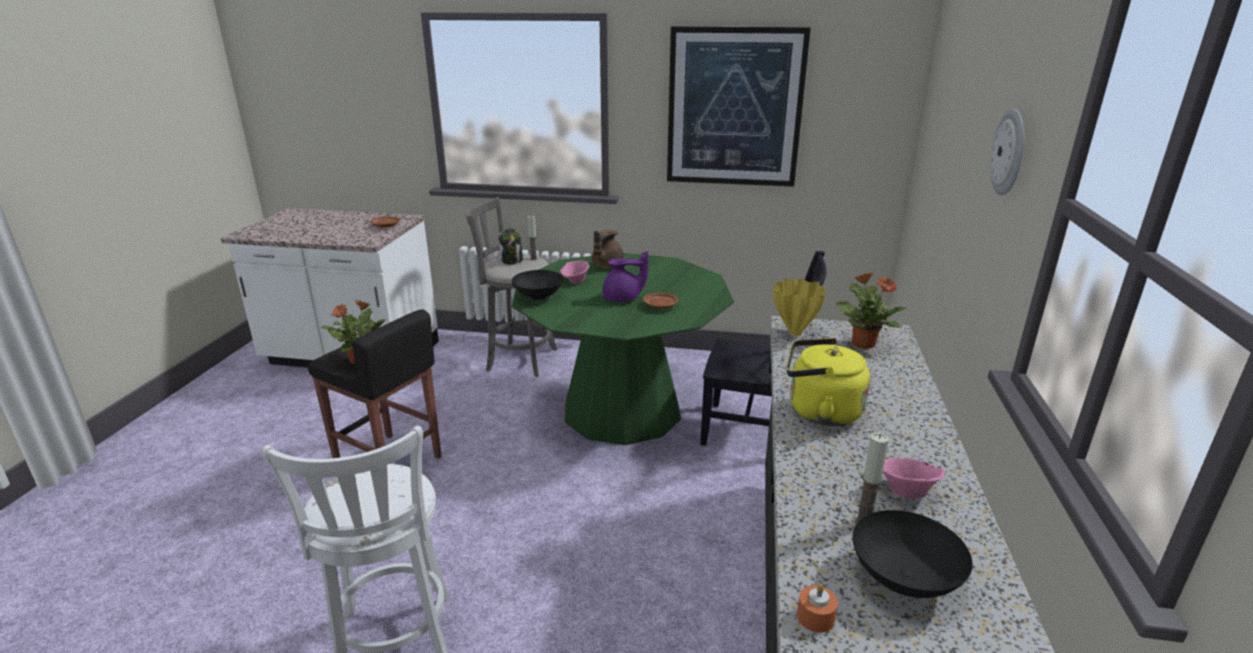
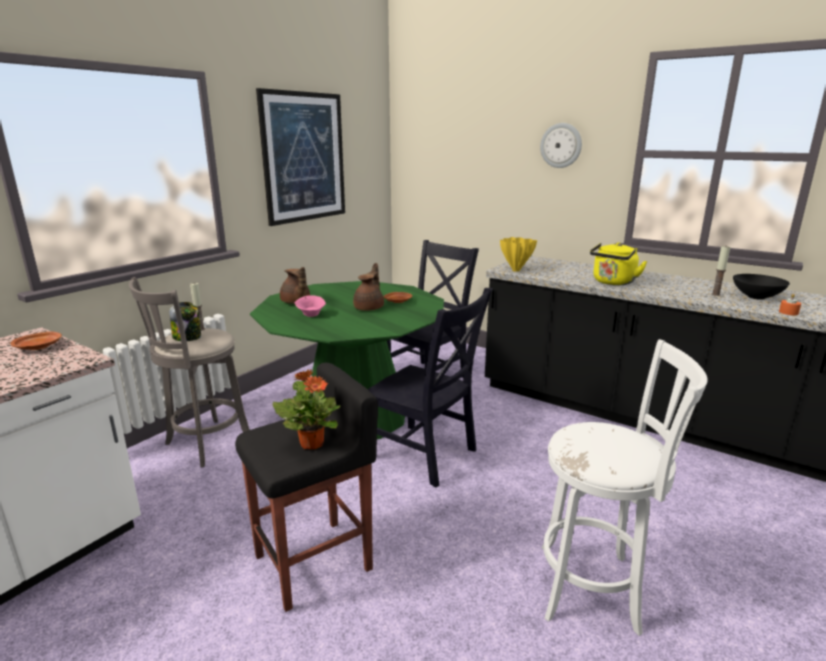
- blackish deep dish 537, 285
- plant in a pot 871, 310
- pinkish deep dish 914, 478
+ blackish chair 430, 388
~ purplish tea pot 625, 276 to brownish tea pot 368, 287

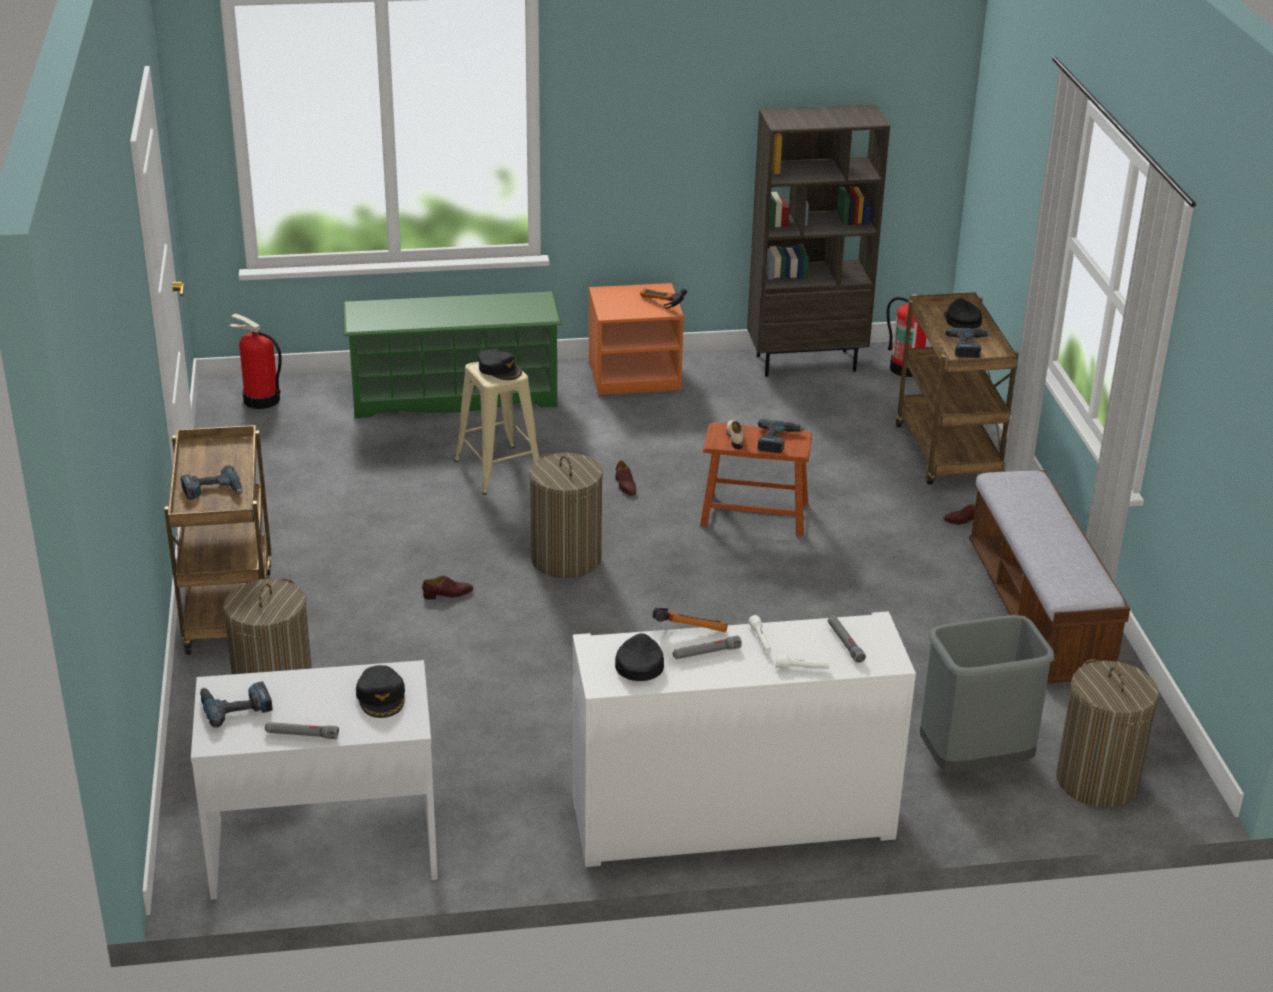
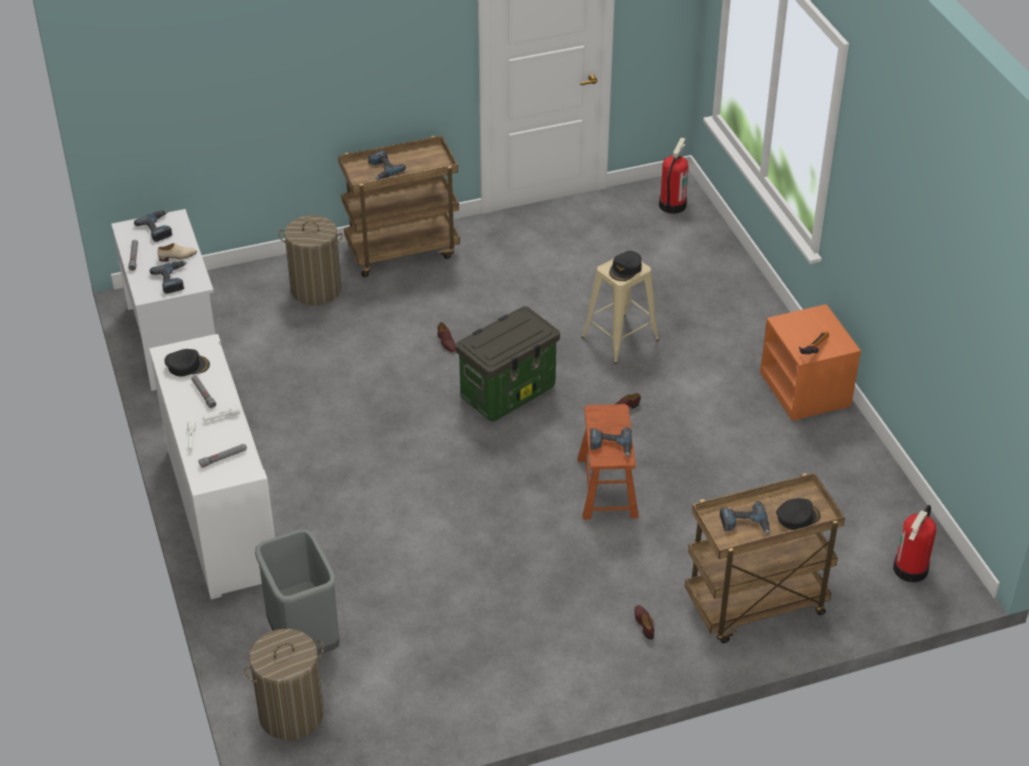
- green shoe rack 452, 355
- hand hammer 690, 620
- brownish bookshelf 818, 240
- bench 1049, 577
~ sand-coloured low shoe 735, 434 to 177, 252
~ blackish baseball cap 380, 691 to drill 168, 277
~ laundry basket 566, 515 to storage box 508, 363

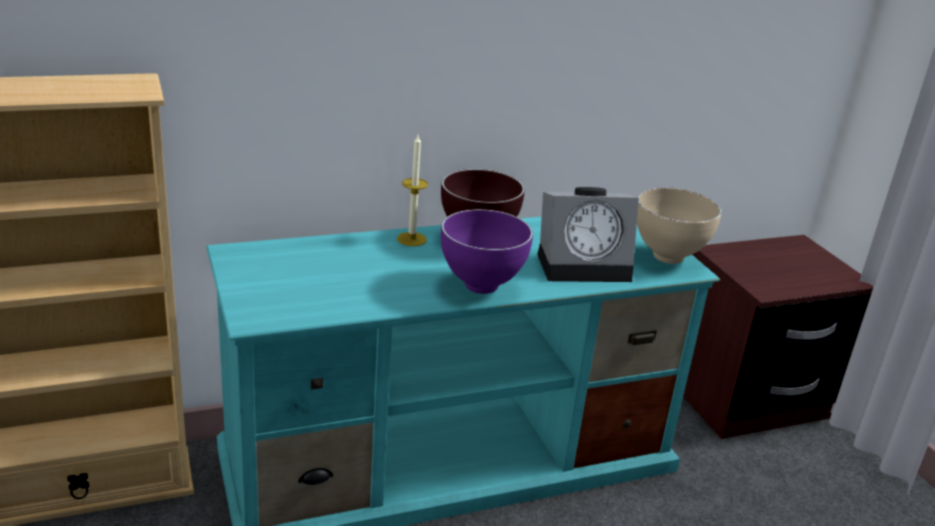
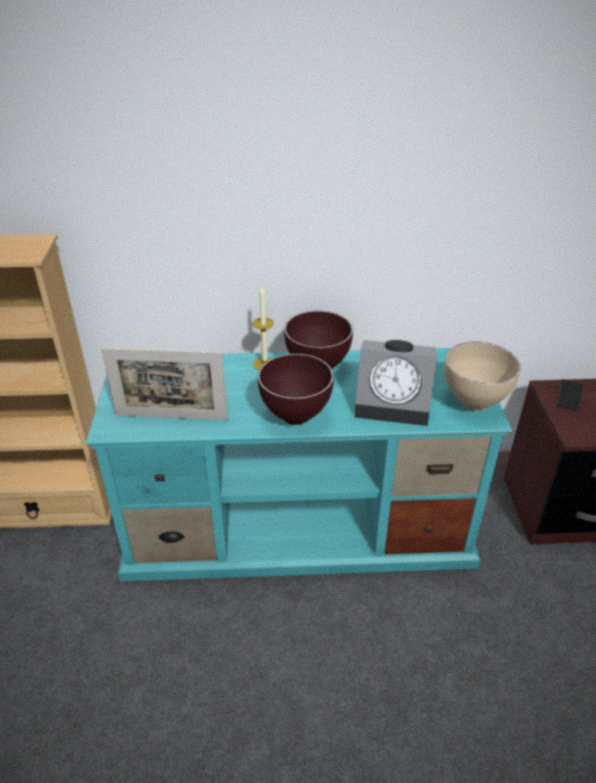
+ standing frame 164, 384
+ handset 569, 395
~ purplish deep dish 487, 251 to brownish deep dish 296, 389

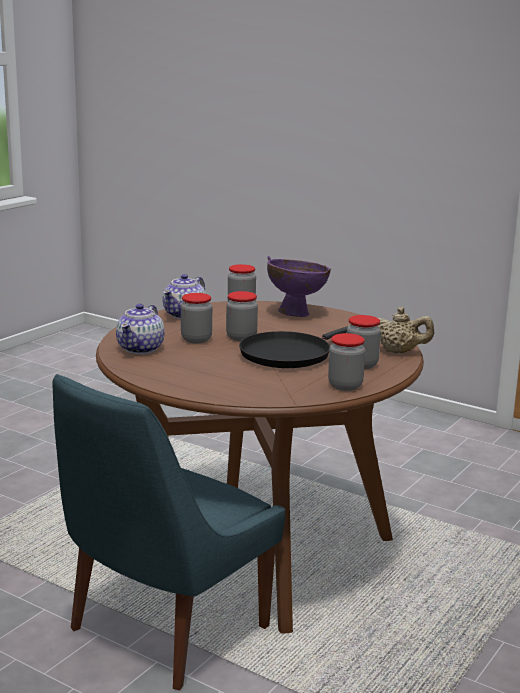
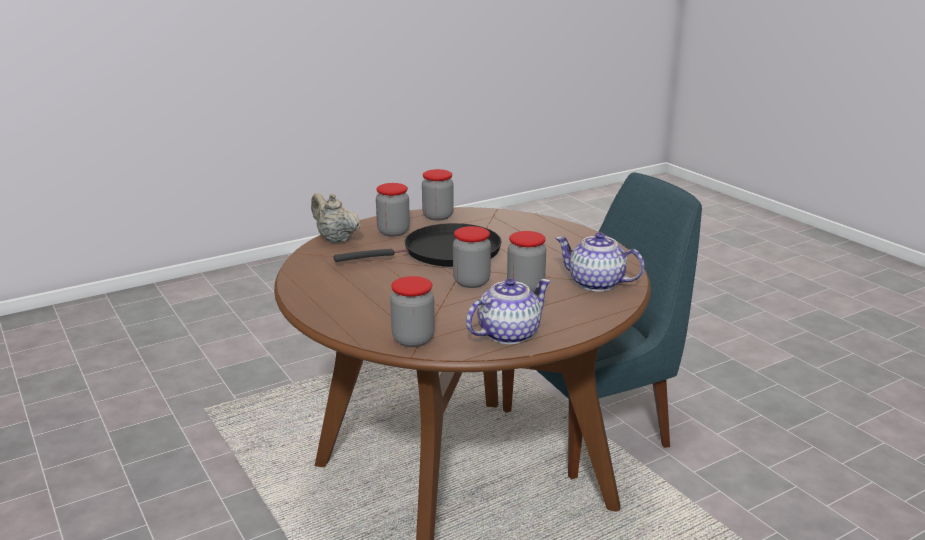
- purplish deep dish 299, 286
~ tea pot 140, 329 = 599, 262 105 degrees counterclockwise

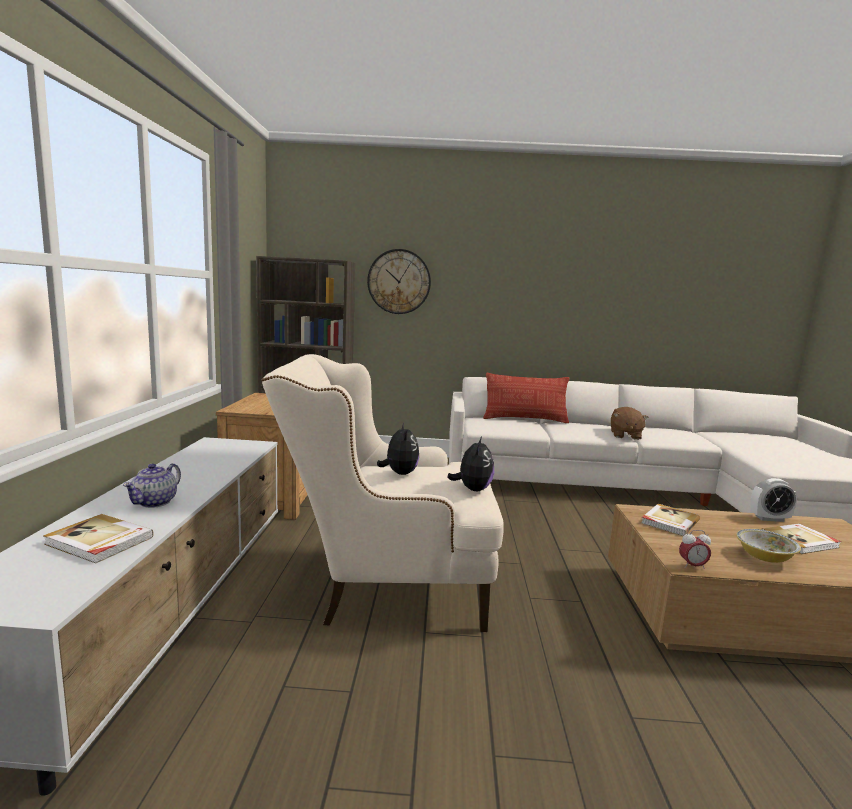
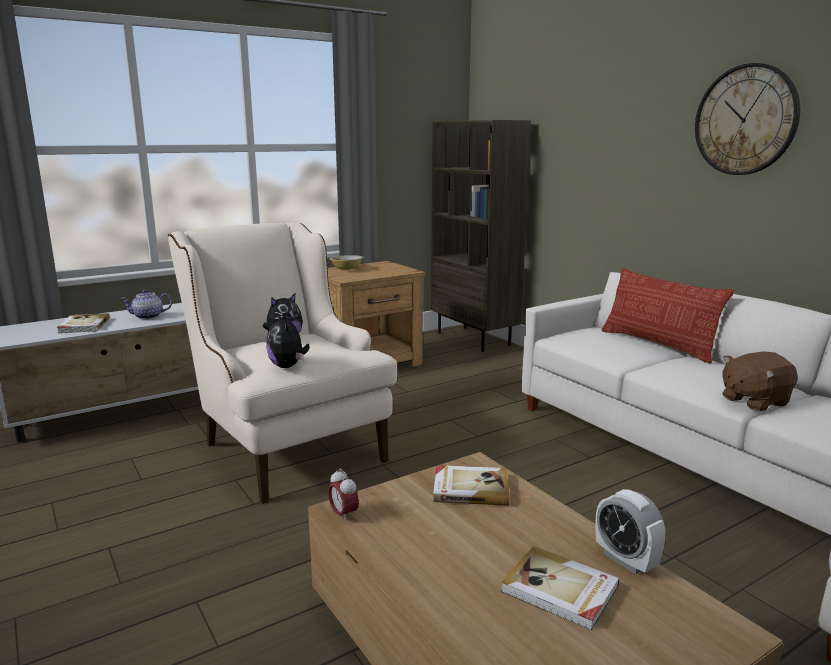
~ hanging clock 399, 281 to 747, 119
~ deep dish 768, 546 to 346, 262
~ soft toy 470, 464 = 288, 340 90 degrees clockwise

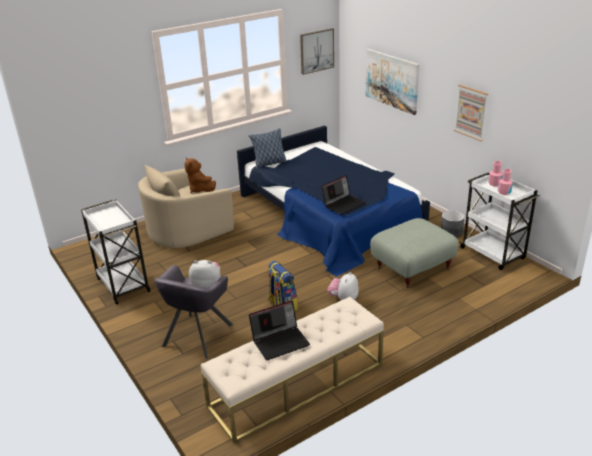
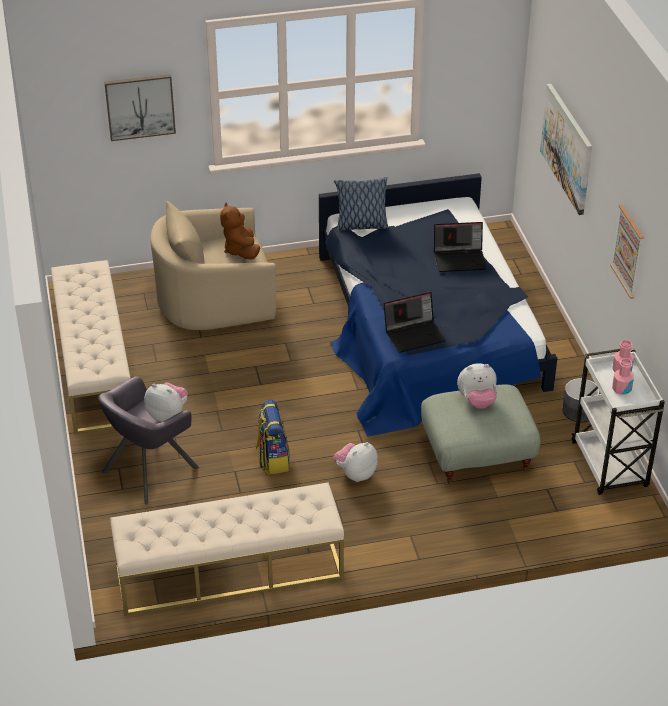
+ soft toy 477, 386
~ notebook computer 279, 330 to 460, 247
~ picture 317, 51 to 140, 107
~ whitish cart 115, 252 to sand-coloured bench 91, 347

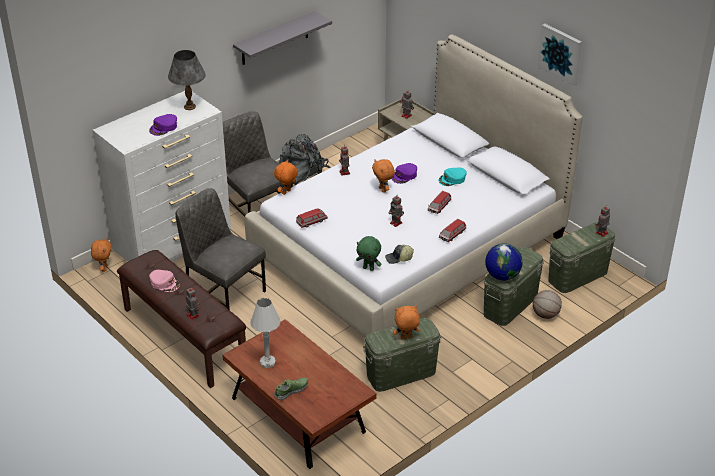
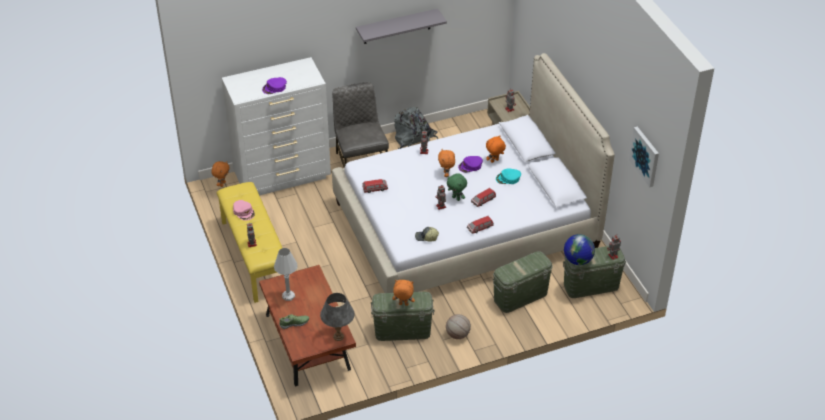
- greyish chair 220, 249
~ greyish tabletop lamp 187, 80 to 337, 317
~ orange-coloured soft toy 286, 177 to 496, 149
~ green soft toy 368, 253 to 457, 187
~ desk globe 504, 262 to 579, 249
~ basketball ball 547, 304 to 458, 326
~ picture 560, 55 to 644, 156
~ brownish bench 181, 319 to yellow bench 249, 242

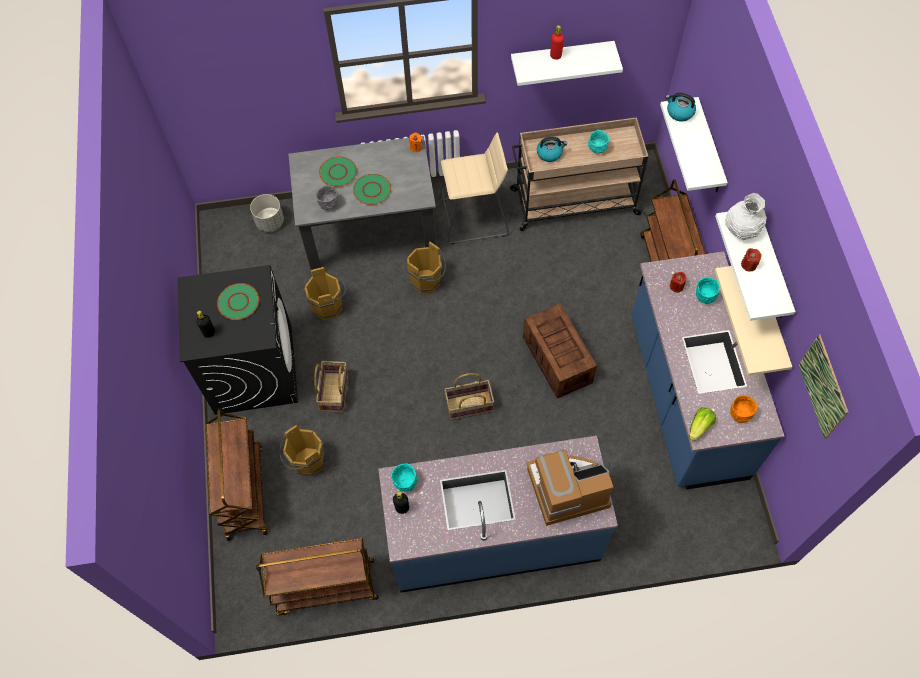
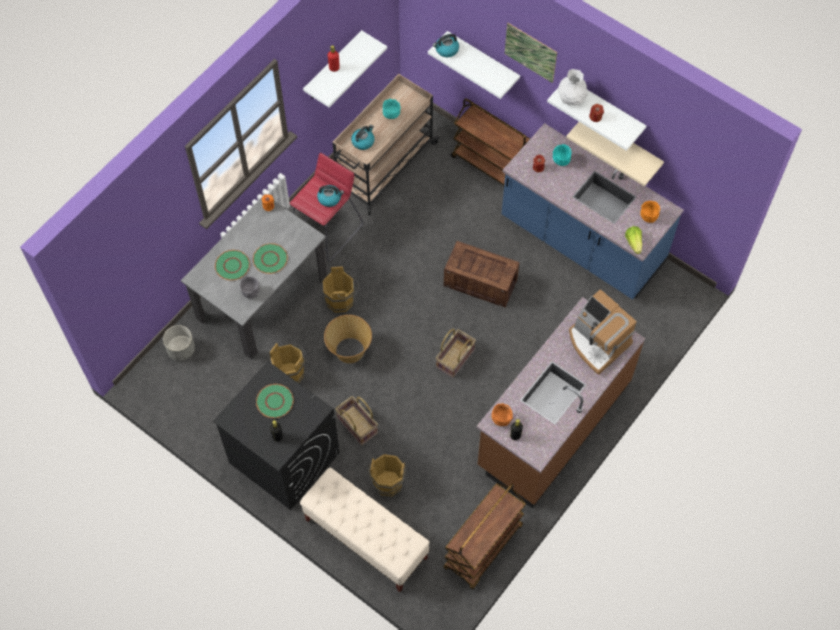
+ kettle 330, 196
+ storage basket 348, 339
~ picture 823, 387 to 531, 53
~ brownish cart 237, 474 to sand-coloured bench 365, 530
~ bluish counter 498, 514 to brownish counter 560, 402
~ turquoise deep dish 404, 478 to orange-coloured deep dish 502, 414
~ sand-coloured stool seat 474, 188 to red-coloured stool seat 326, 207
~ coffee machine 570, 488 = 603, 332 75 degrees counterclockwise

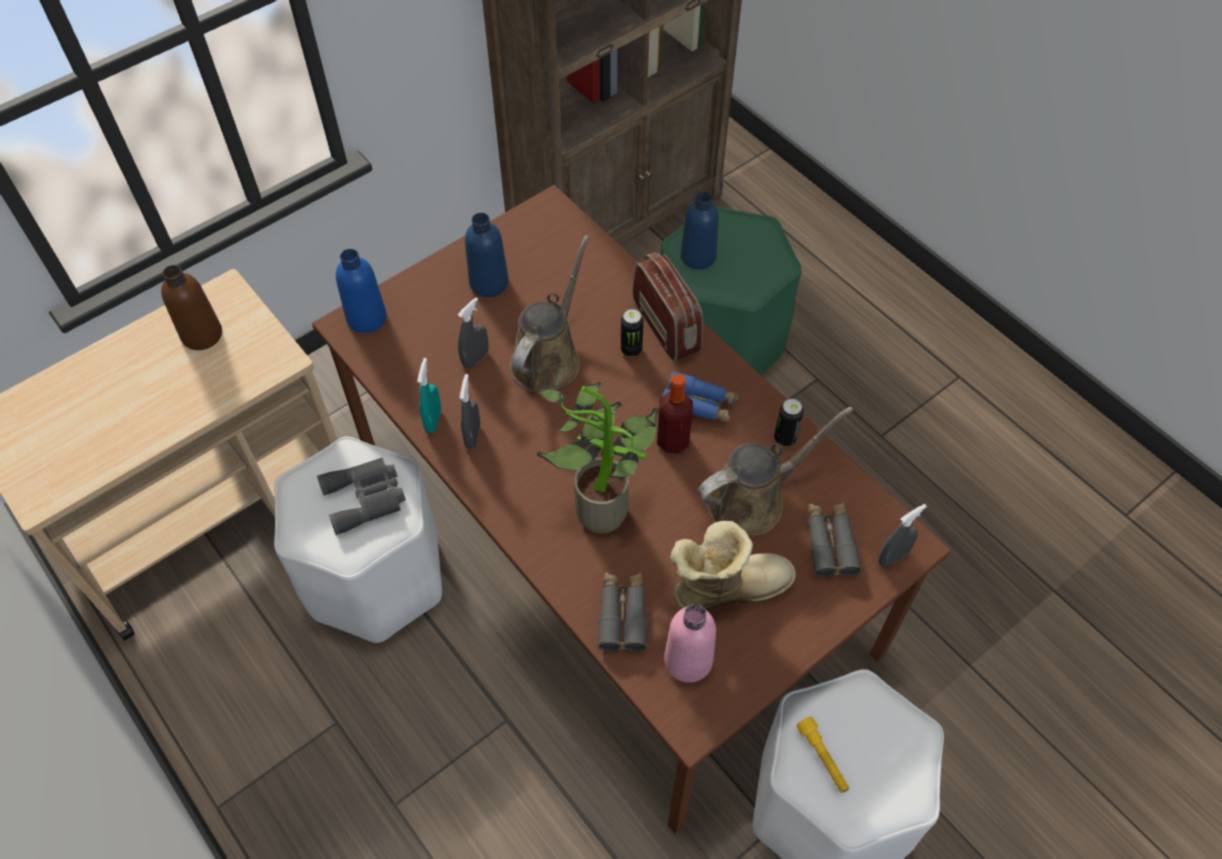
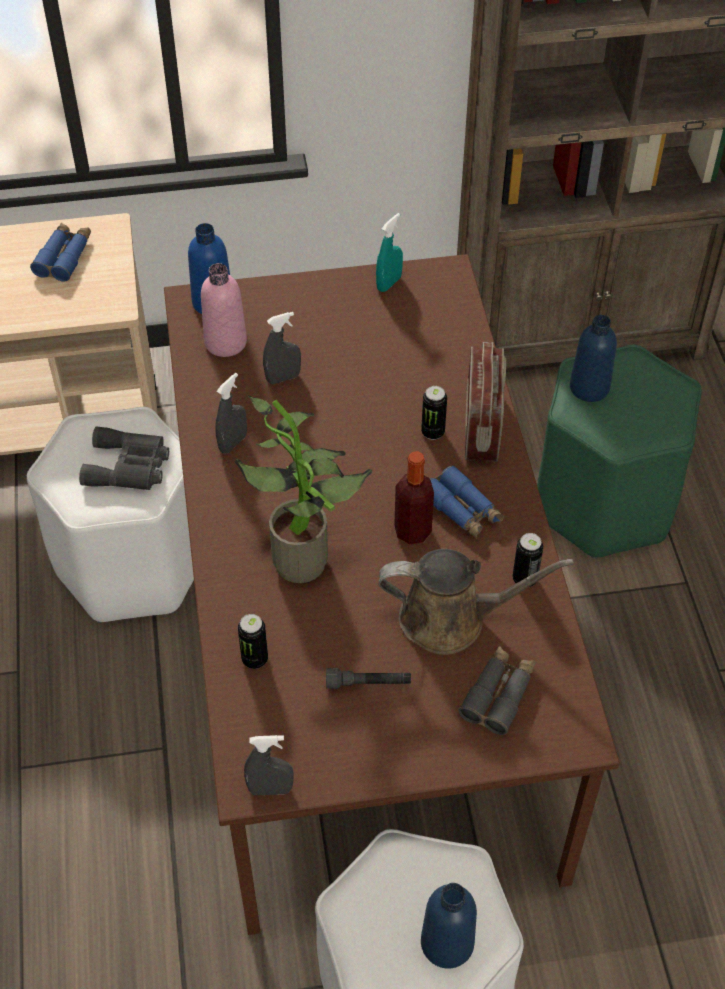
- brownish sprinkling can 549, 313
- yellow torch 823, 755
~ turquoise sprayer 429, 395 to 389, 252
~ bluish drink bottle 487, 255 to 449, 926
~ pinkish drink bottle 690, 643 to 224, 310
~ greyish sprayer 902, 535 to 268, 765
~ brownish drink bottle 191, 307 to bluish binoculars 60, 252
~ greyish binoculars 622, 612 to can 253, 641
~ tall boot 733, 566 to greyish torch 368, 678

